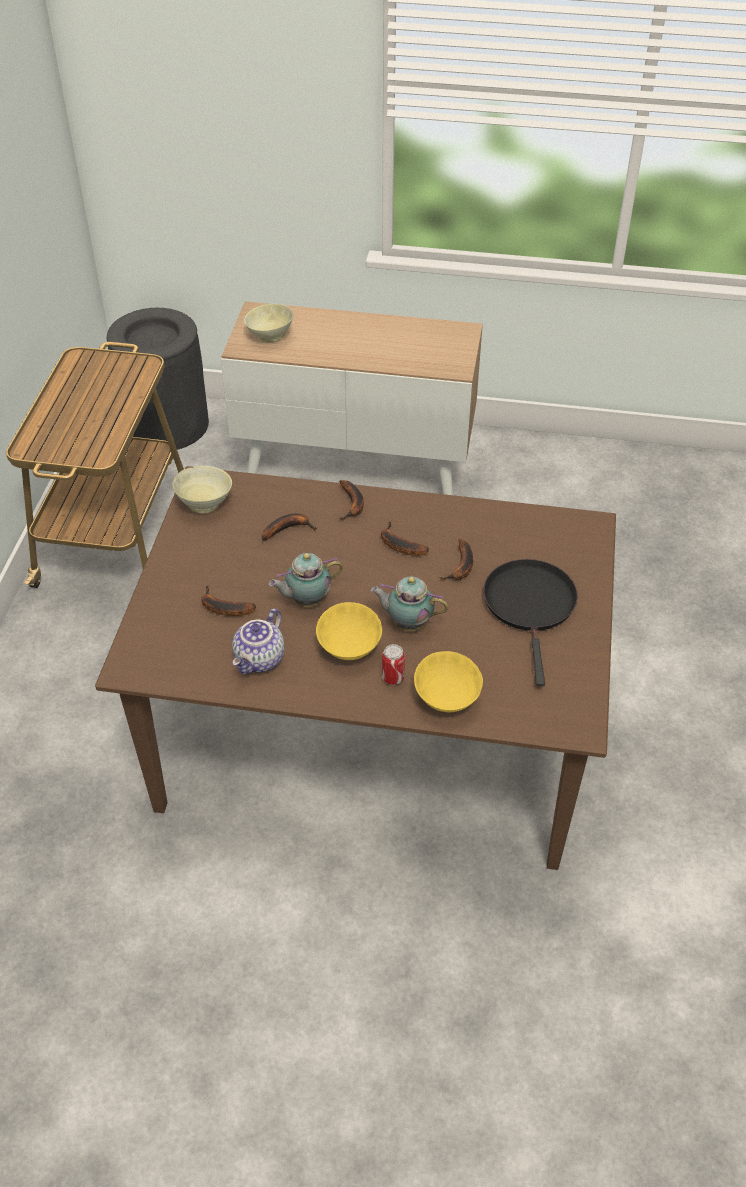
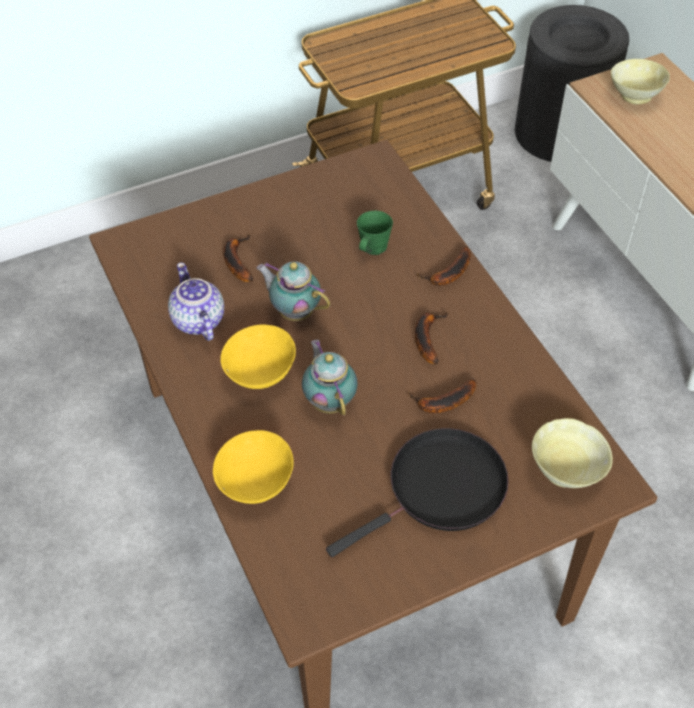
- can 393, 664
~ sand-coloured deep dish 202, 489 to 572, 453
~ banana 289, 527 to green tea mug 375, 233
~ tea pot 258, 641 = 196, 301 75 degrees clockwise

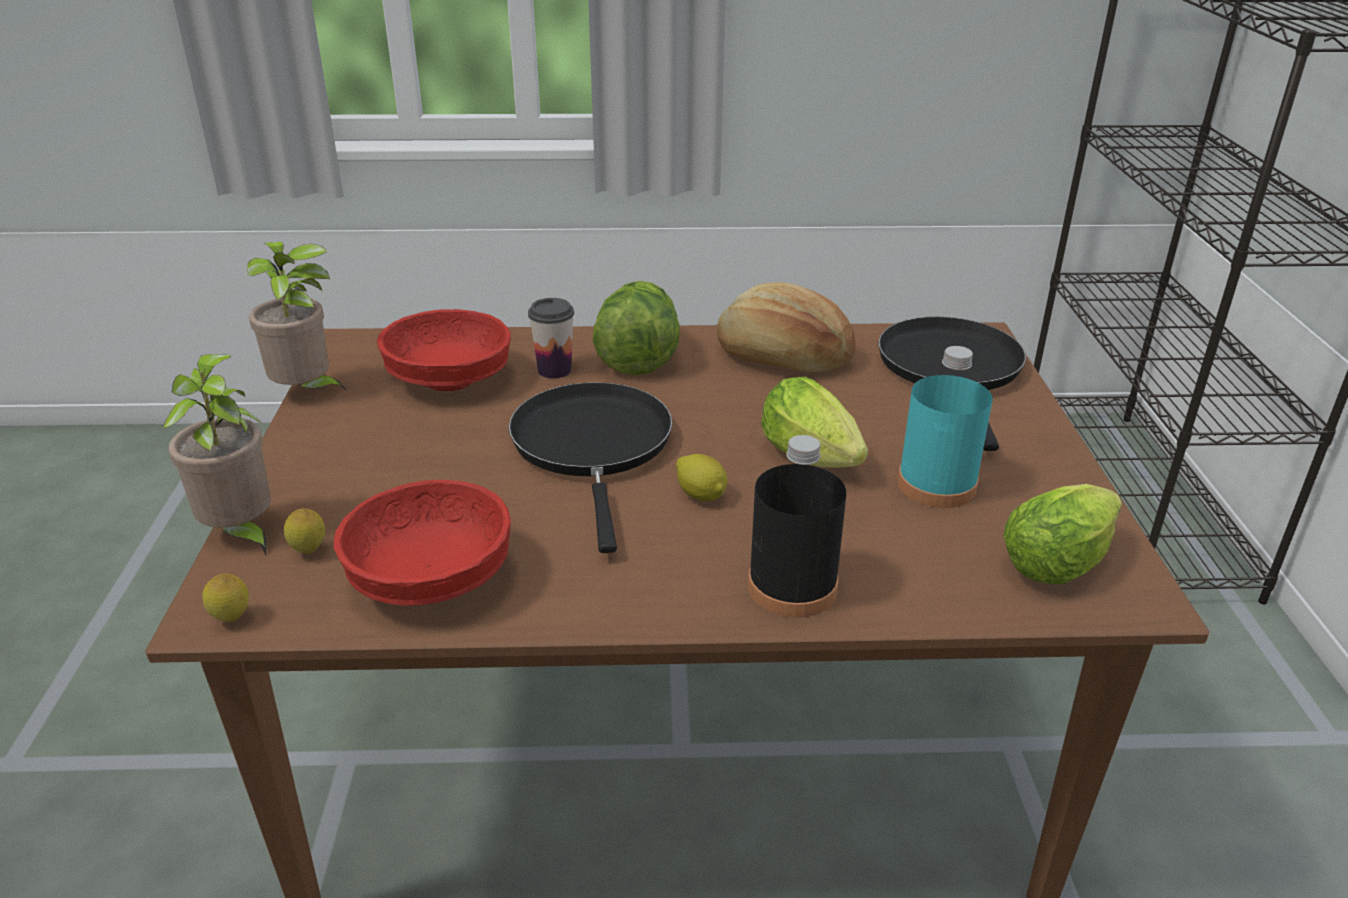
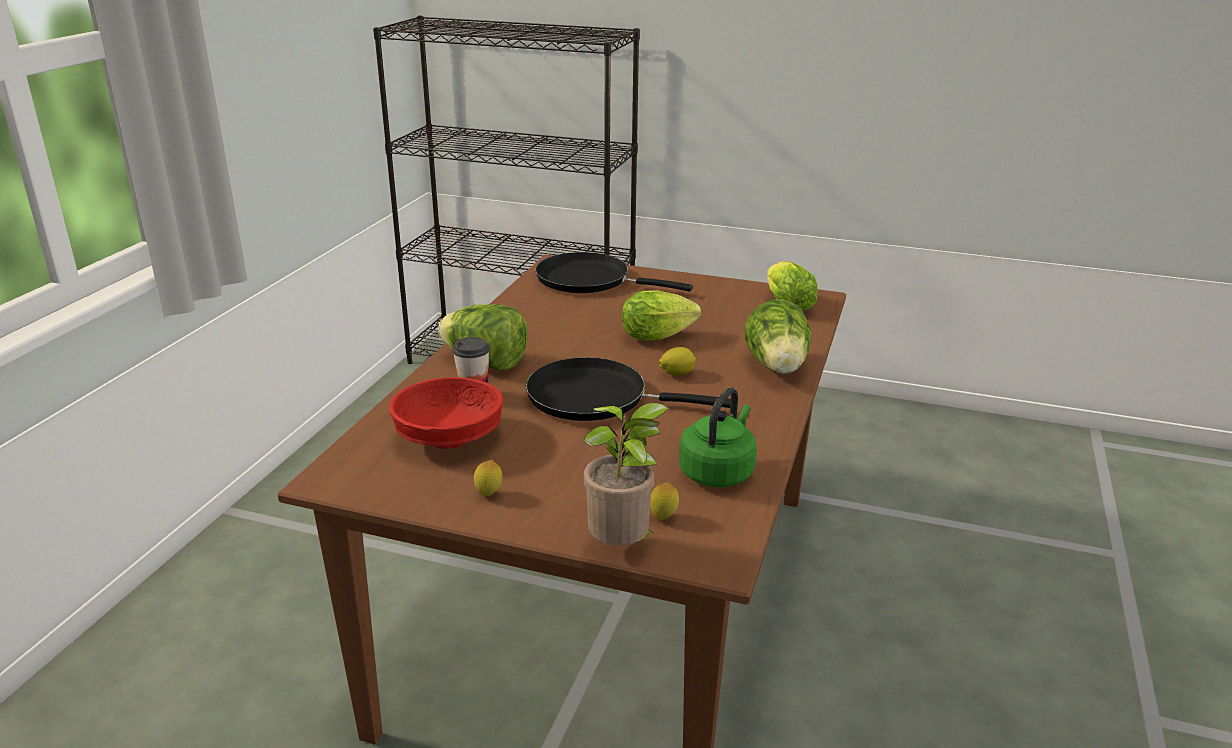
- plant in a pot 297, 316
- bakery bread 786, 327
- turquoise drink bottle 945, 427
~ citrus fruit 225, 598 to 488, 478
~ red-coloured deep dish 422, 543 to green kettle 718, 437
~ blackish drink bottle 797, 526 to head of lettuce 778, 336

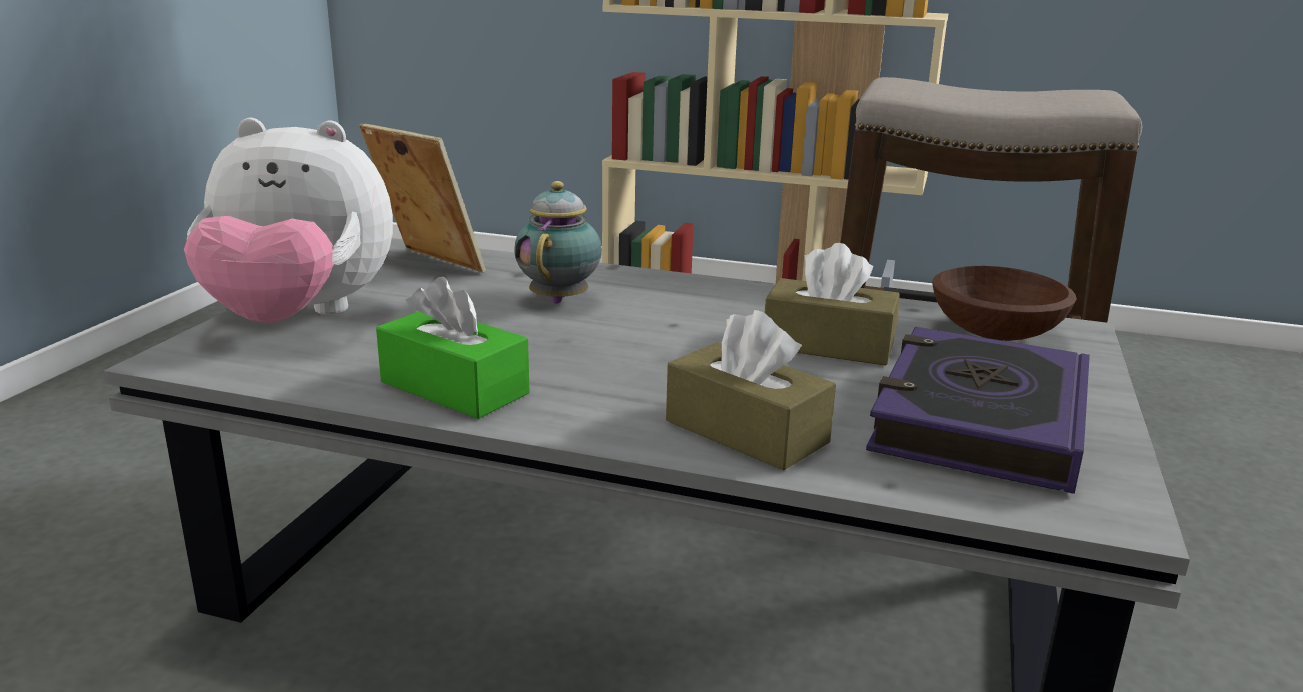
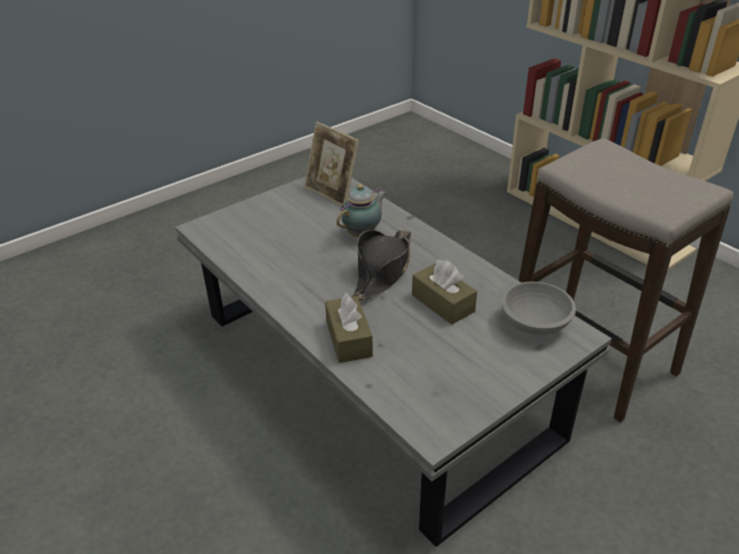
- soft toy 288, 220
- green tissue box 453, 348
- volume 978, 410
+ blackish clothing hat 381, 265
~ brownish deep dish 1004, 303 to greyish deep dish 538, 308
~ standing frame 422, 198 = 331, 163 150 degrees clockwise

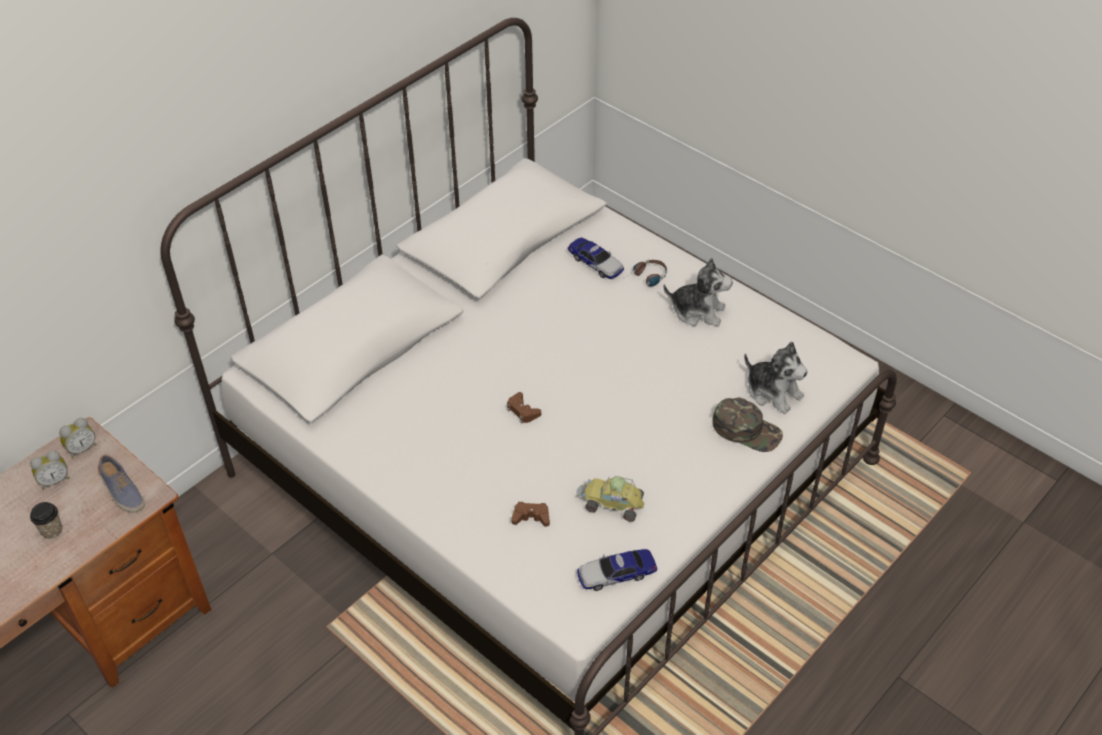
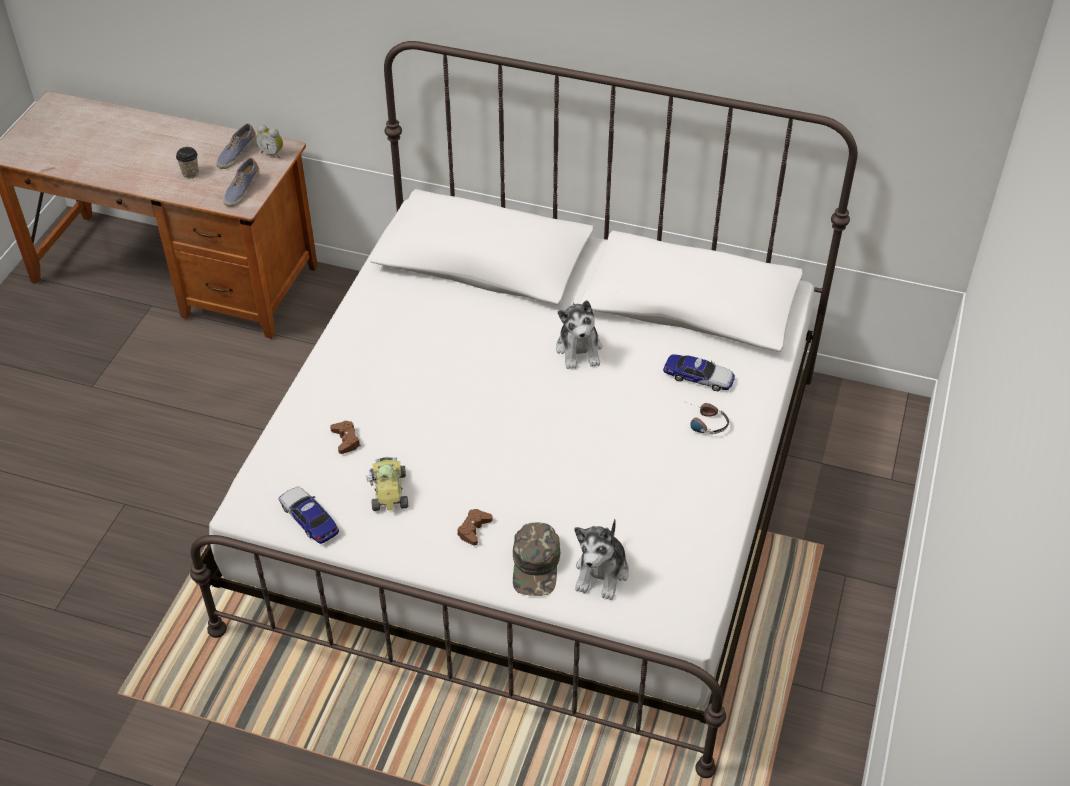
~ brownish game controller 524, 408 to 475, 527
~ soft toy 698, 292 to 579, 334
~ table clock 50, 470 to low shoe 236, 146
~ toy car 595, 258 = 699, 372 90 degrees counterclockwise

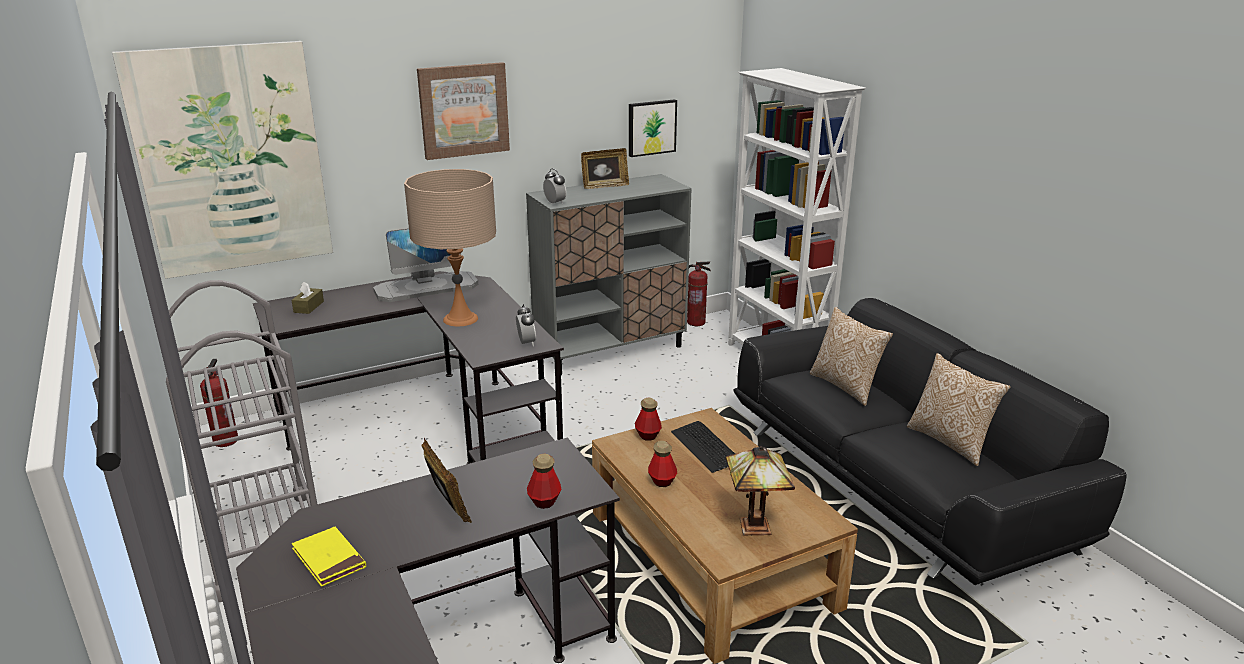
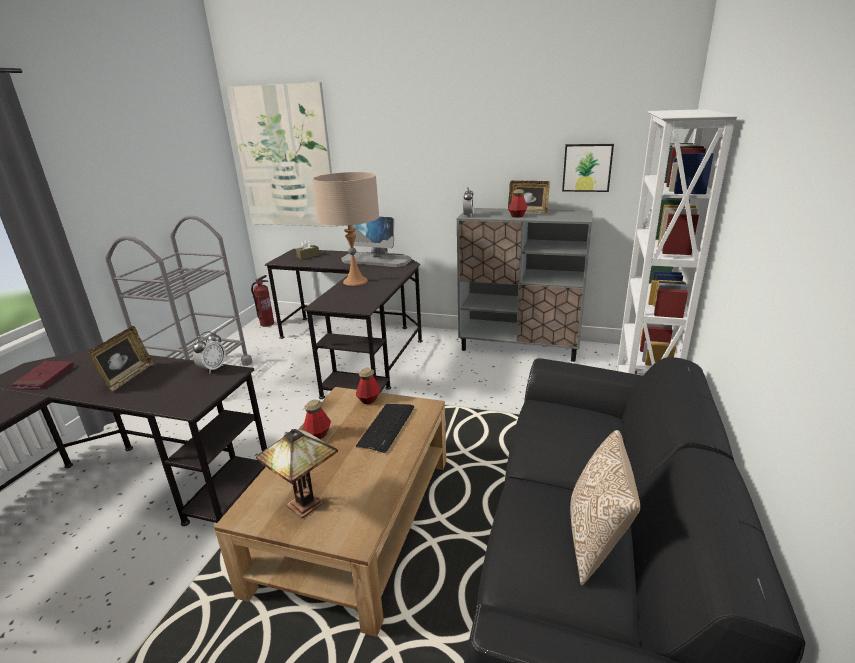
- picture 463, 111
- fire extinguisher 699, 293
- pillow 851, 356
~ table clock 526, 325 to 209, 352
~ drink bottle 544, 481 to 518, 203
~ yellow volume 329, 557 to red-coloured volume 42, 375

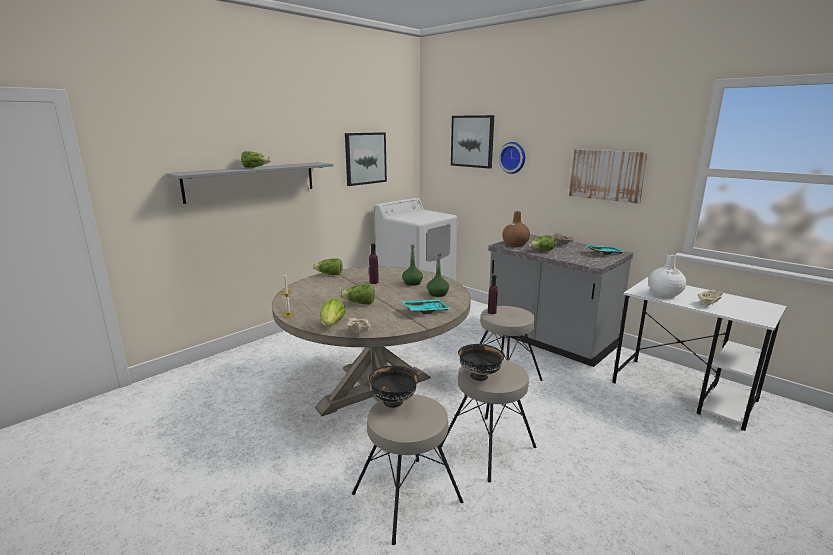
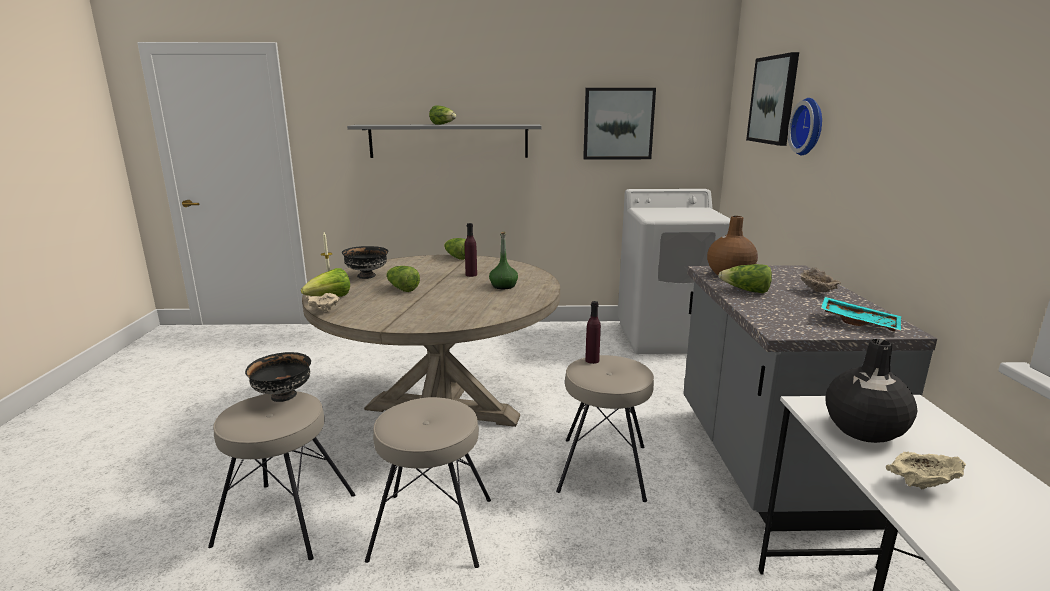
- turquoise tray 426, 307
- green drink bottle 438, 275
- picture 608, 176
~ blackish deep dish 481, 362 to 365, 262
~ whitish flower vase 667, 276 to blackish flower vase 871, 391

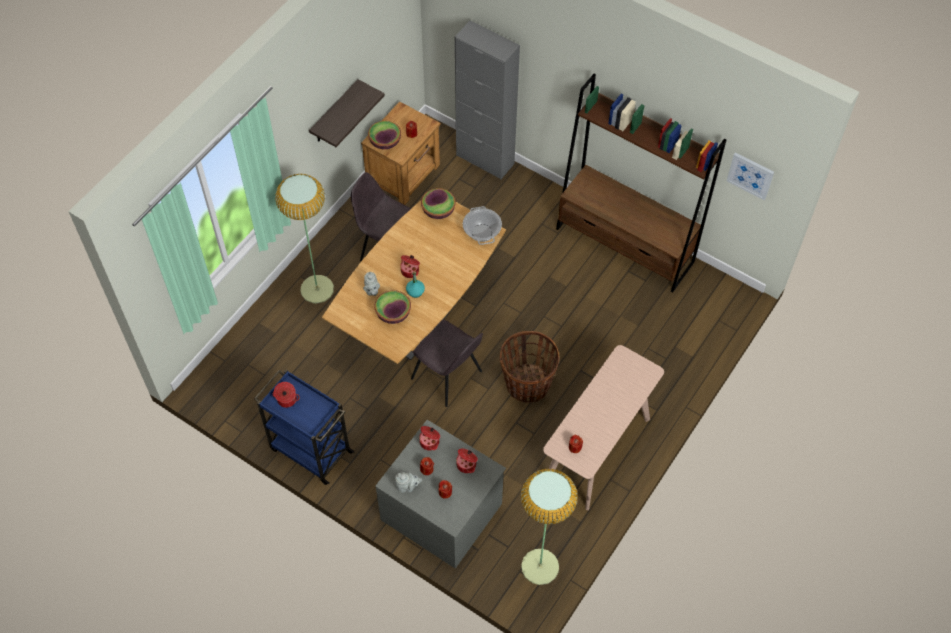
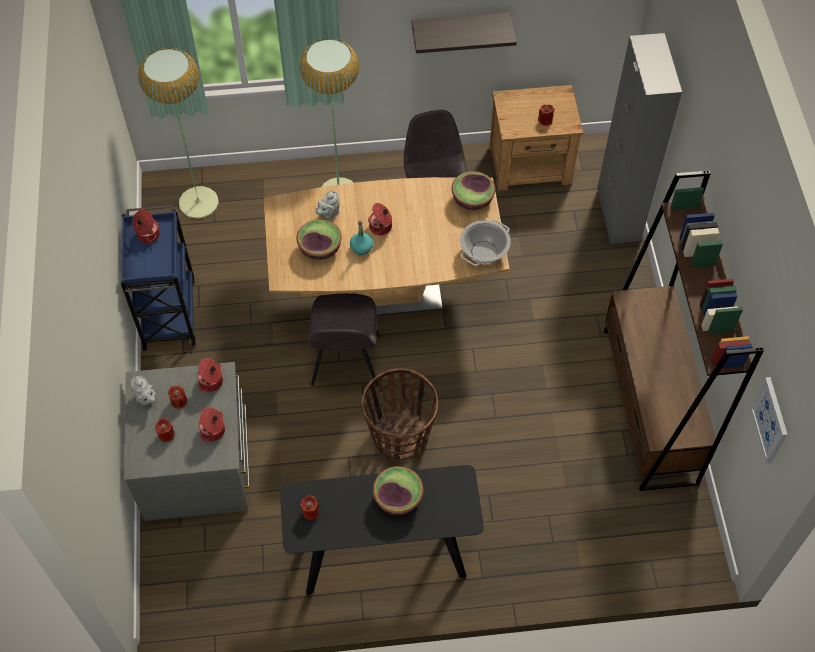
~ deep dish 384, 135 to 398, 490
~ standard lamp 549, 527 to 178, 133
~ sand-coloured narrow table 603, 427 to blackish narrow table 382, 530

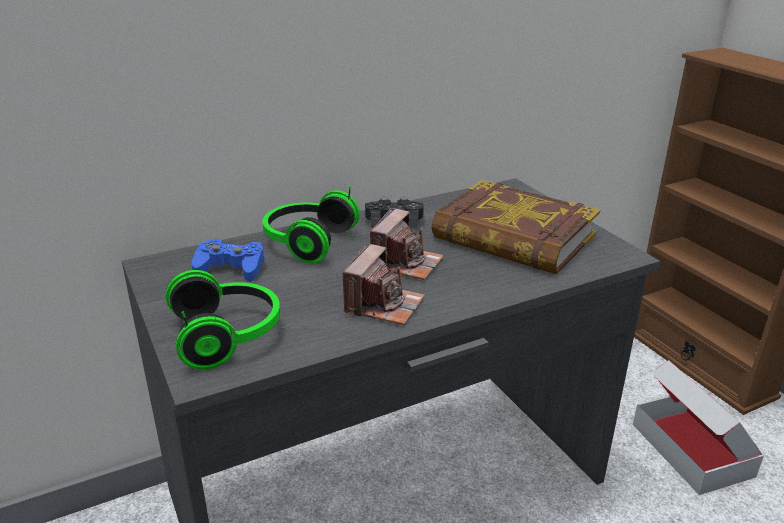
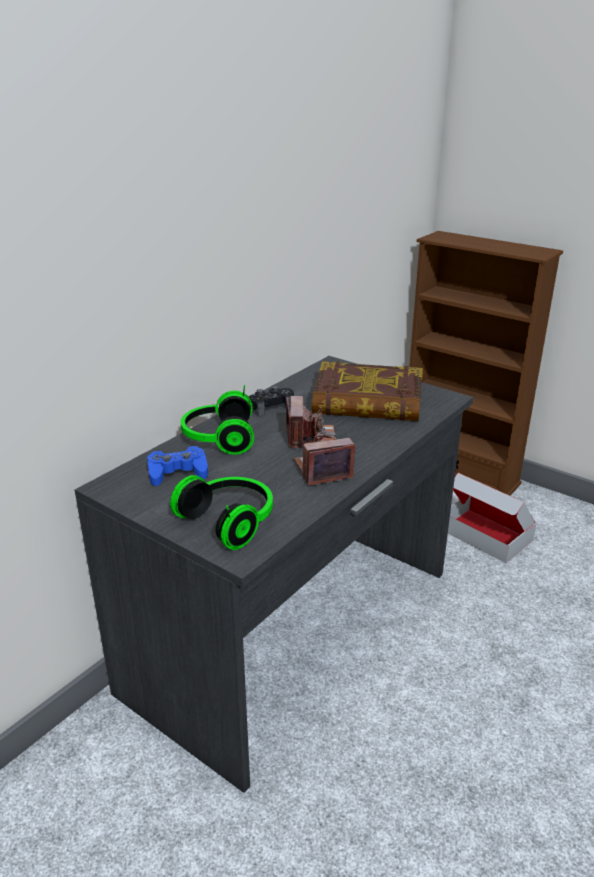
~ photo camera 384, 284 = 324, 460 105 degrees counterclockwise

